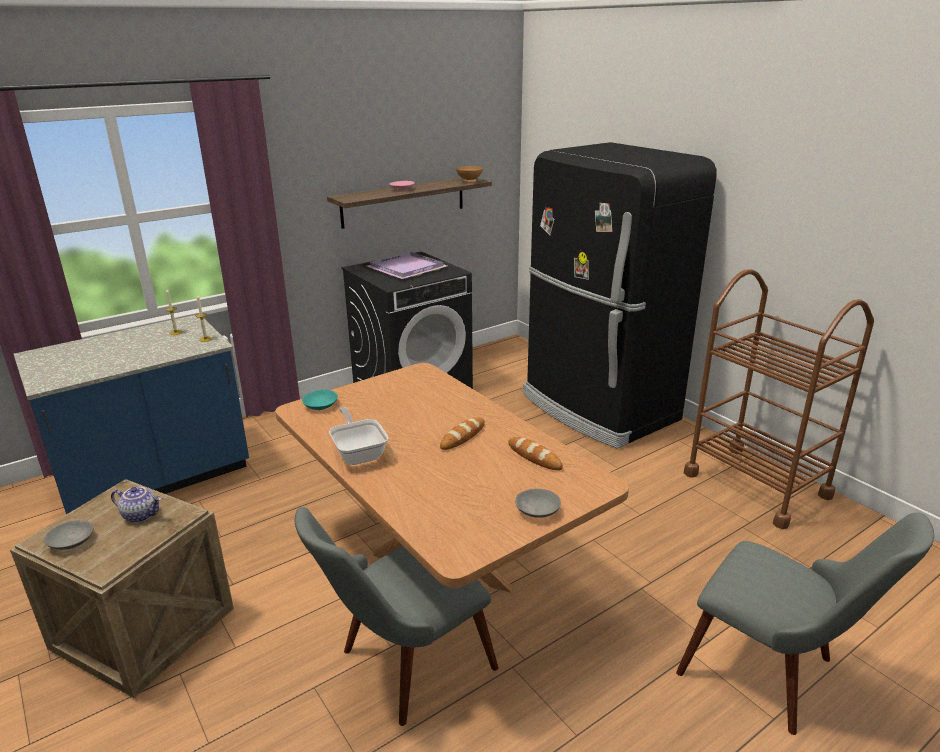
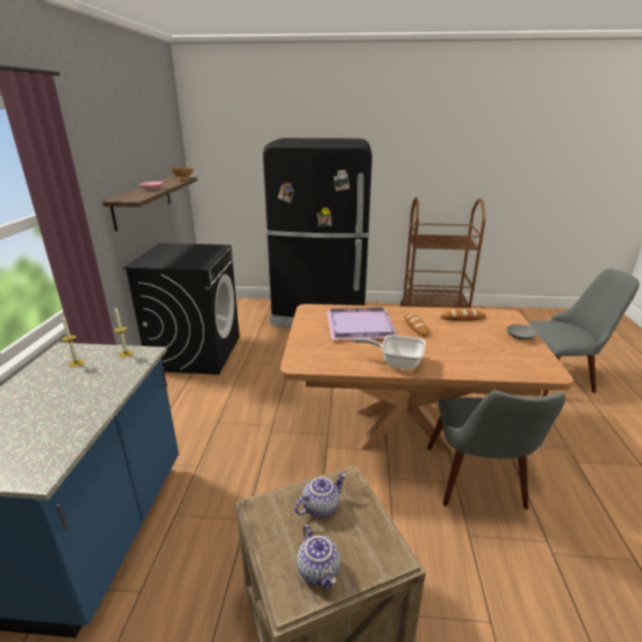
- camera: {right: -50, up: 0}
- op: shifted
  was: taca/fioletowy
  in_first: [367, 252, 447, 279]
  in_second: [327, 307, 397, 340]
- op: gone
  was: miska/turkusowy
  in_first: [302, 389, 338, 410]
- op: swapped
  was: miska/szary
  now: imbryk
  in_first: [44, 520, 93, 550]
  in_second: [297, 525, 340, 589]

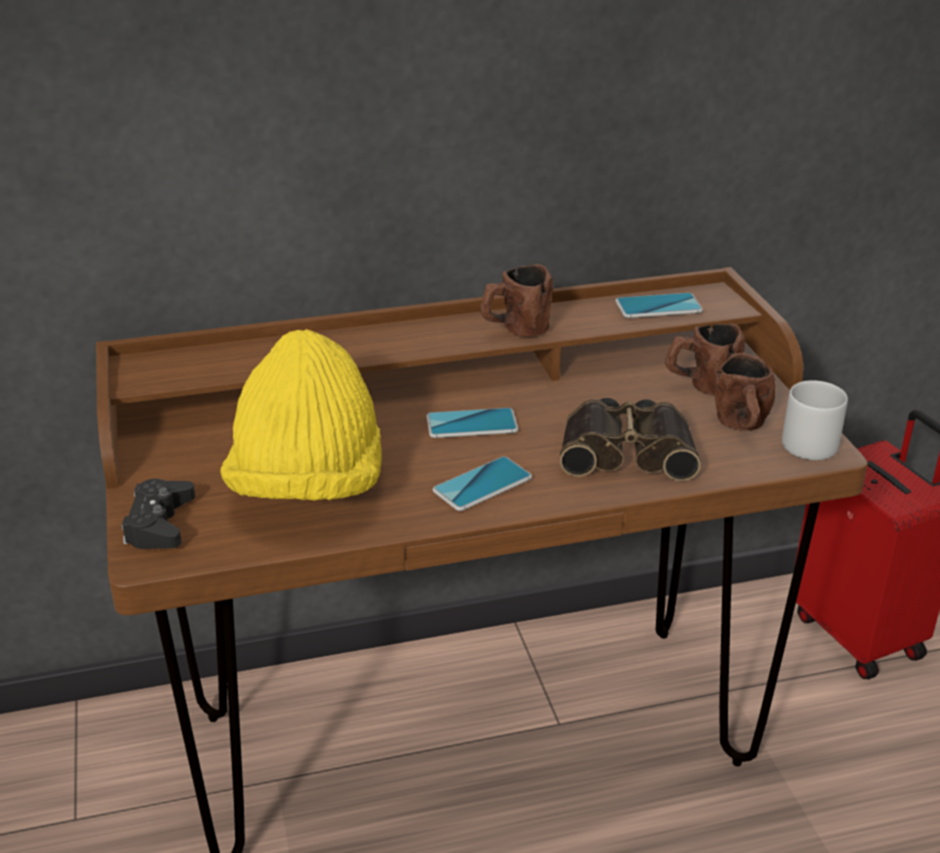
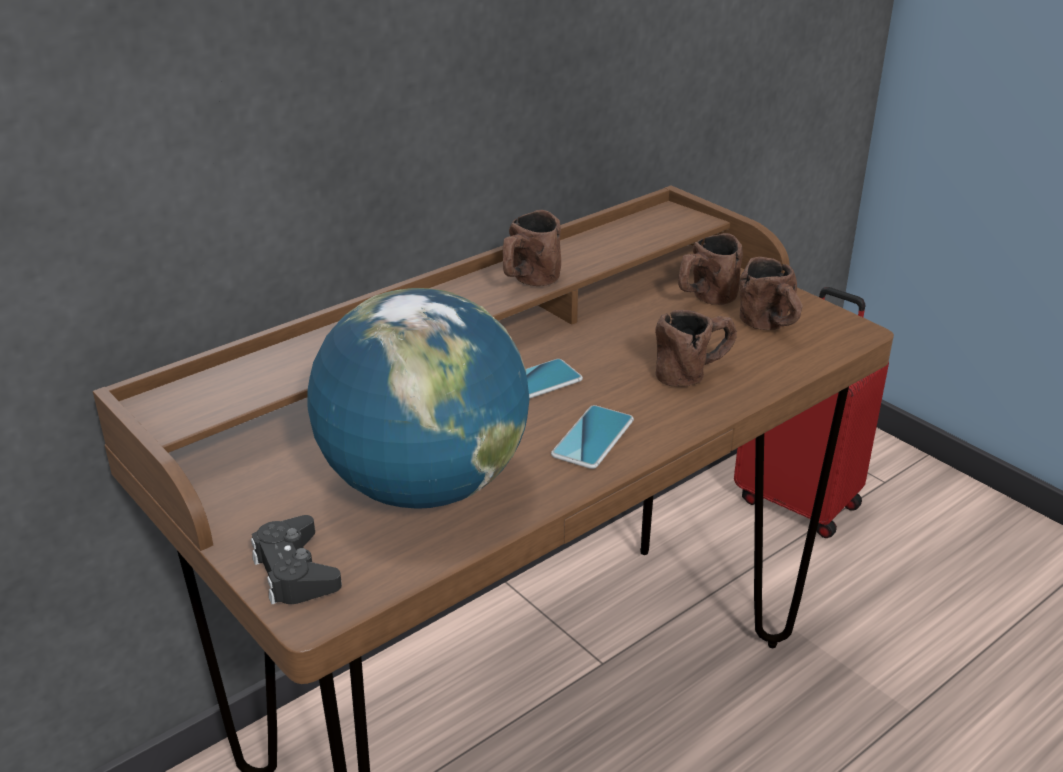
- camera: {right: -25, up: 0}
- op: gone
  was: telefon
  in_first: [615, 293, 703, 318]
- op: swapped
  was: kapelusz/żółty
  now: globus
  in_first: [220, 329, 382, 501]
  in_second: [308, 288, 530, 509]
- op: gone
  was: kubek/szary
  in_first: [782, 380, 848, 460]
- op: swapped
  was: lornetka
  now: kubek/brązowy
  in_first: [560, 398, 701, 481]
  in_second: [655, 310, 737, 387]

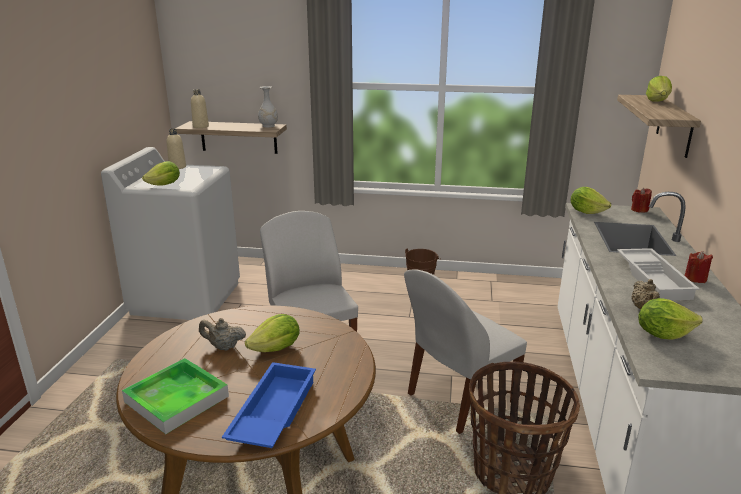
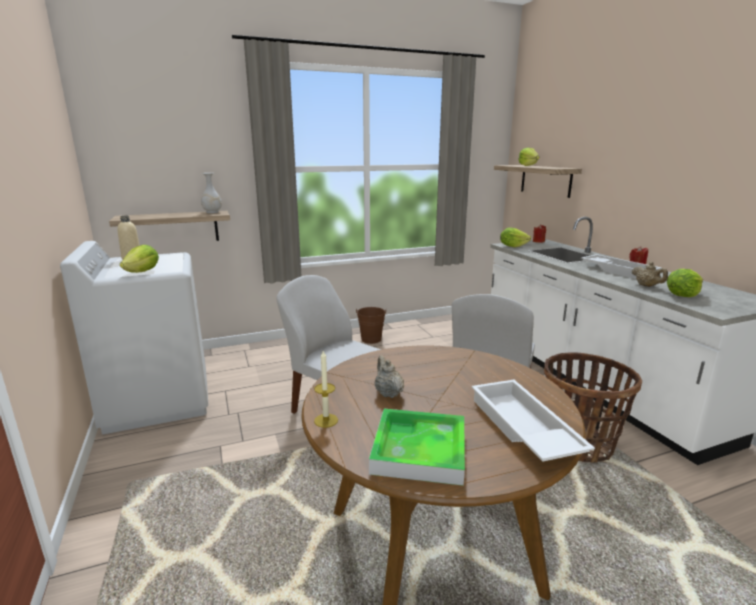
- camera: {right: -30, up: -5}
- op: gone
  was: butelka/beżowy
  in_first: [191, 89, 209, 128]
- op: gone
  was: sałata
  in_first: [245, 314, 300, 352]
- op: rotated
  was: imbryk/beżowy
  in_first: [199, 318, 246, 351]
  in_second: [374, 355, 404, 398]
  clockwise: 90
- op: repainted
  was: taca/niebieski
  now: taca/biały
  in_first: [222, 362, 316, 448]
  in_second: [471, 380, 595, 462]
- op: new
  now: świeca
  in_second: [314, 351, 338, 428]

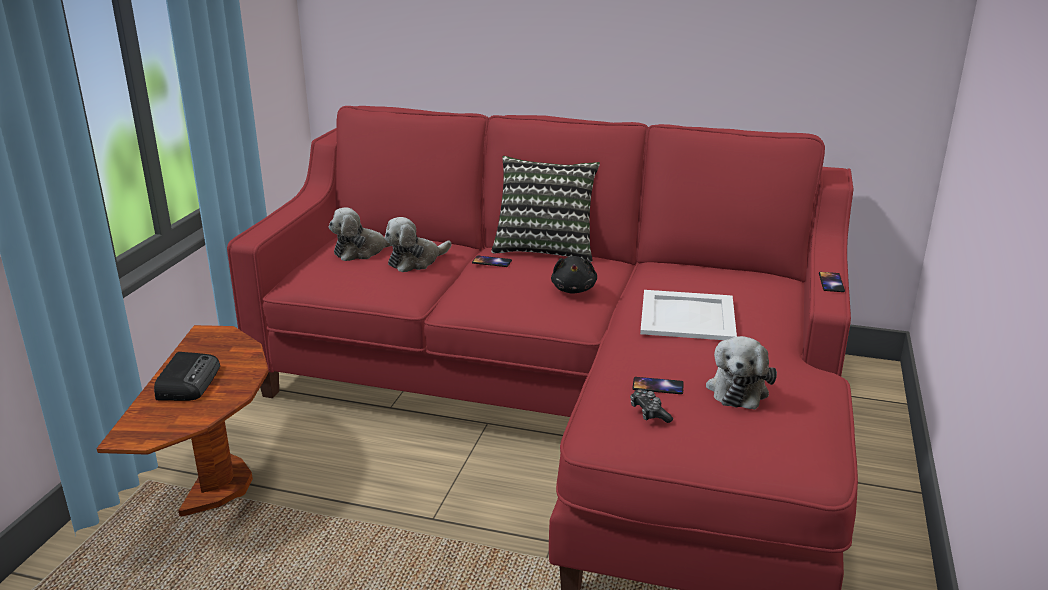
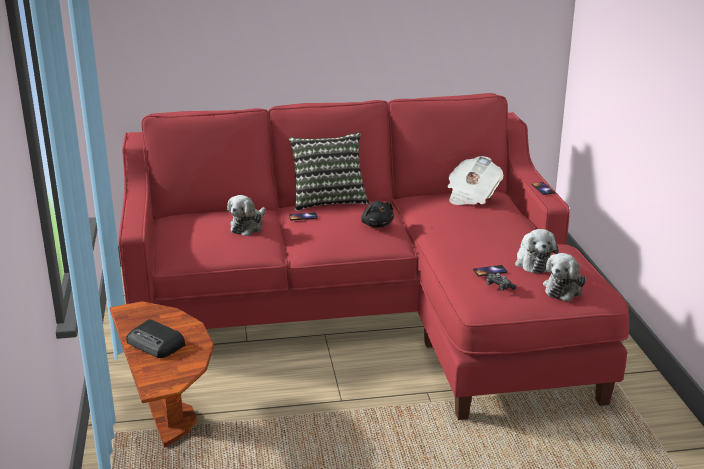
- camera: {right: -25, up: 0}
- op: shifted
  was: pluszak
  in_first: [329, 207, 392, 261]
  in_second: [543, 253, 586, 301]
- op: gone
  was: taca/biały
  in_first: [640, 290, 737, 340]
- op: rotated
  was: radio
  in_first: [154, 352, 220, 401]
  in_second: [126, 319, 185, 358]
  clockwise: 150
- op: new
  now: gazeta
  in_second: [447, 156, 504, 205]

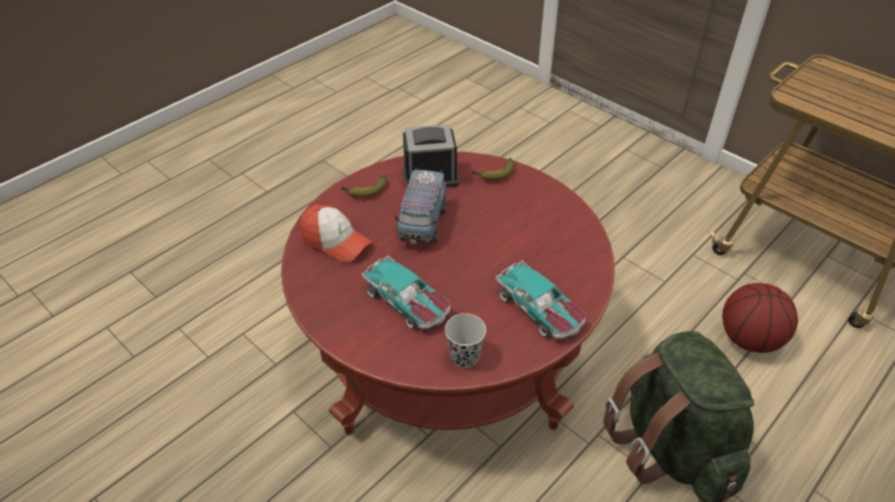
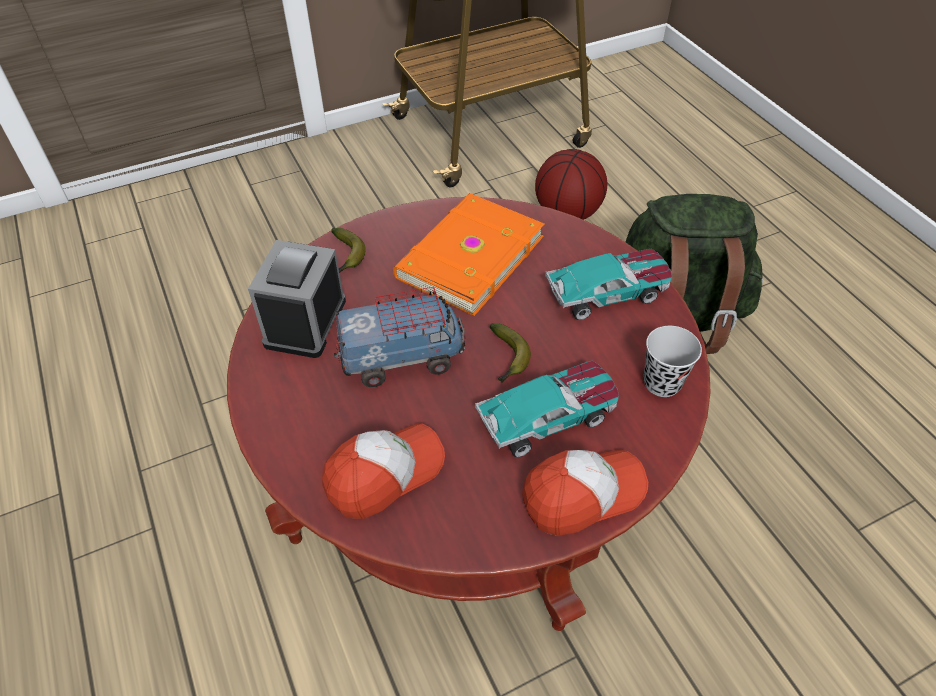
- camera: {right: -70, up: 5}
- op: rotated
  was: ciężarówka zabawkowa
  in_first: [395, 167, 447, 245]
  in_second: [334, 287, 466, 388]
  clockwise: -45
- op: shifted
  was: banan
  in_first: [341, 175, 387, 198]
  in_second: [490, 323, 531, 383]
- op: new
  now: książka/pomarańczowy
  in_second: [393, 193, 544, 316]
- op: new
  now: czapka z daszkiem
  in_second: [522, 450, 648, 536]

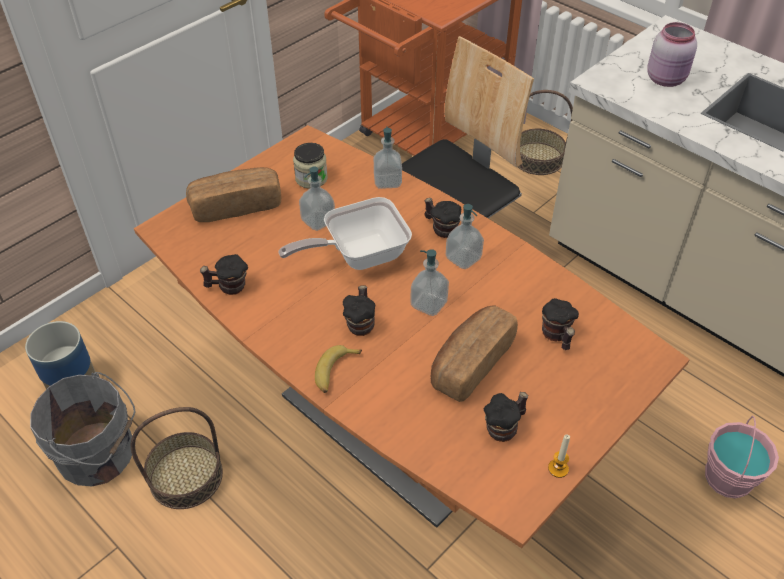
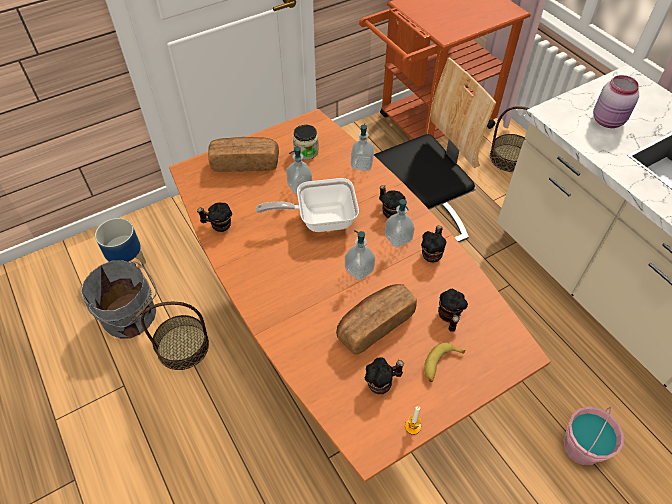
- camera: {right: 15, up: 5}
- op: shifted
  was: kubek
  in_first: [343, 286, 375, 336]
  in_second: [421, 226, 446, 263]
- op: shifted
  was: banan
  in_first: [315, 345, 362, 393]
  in_second: [424, 342, 466, 382]

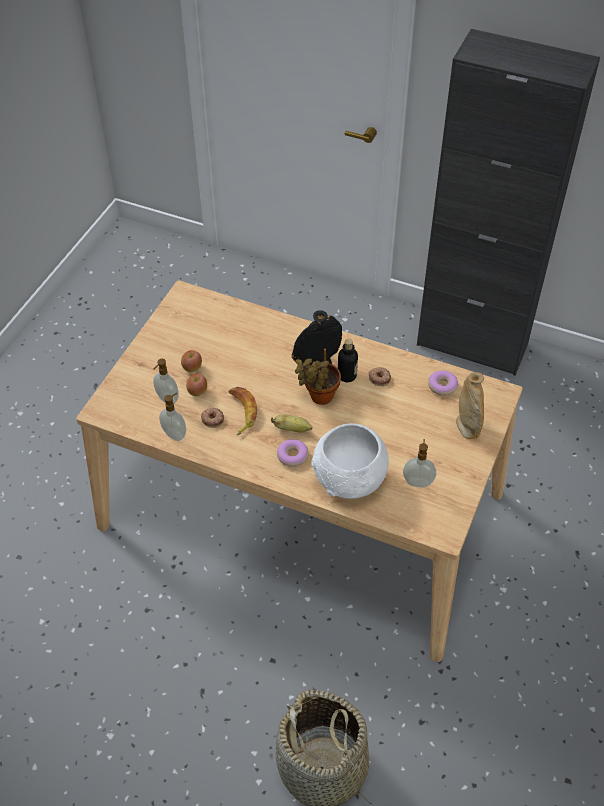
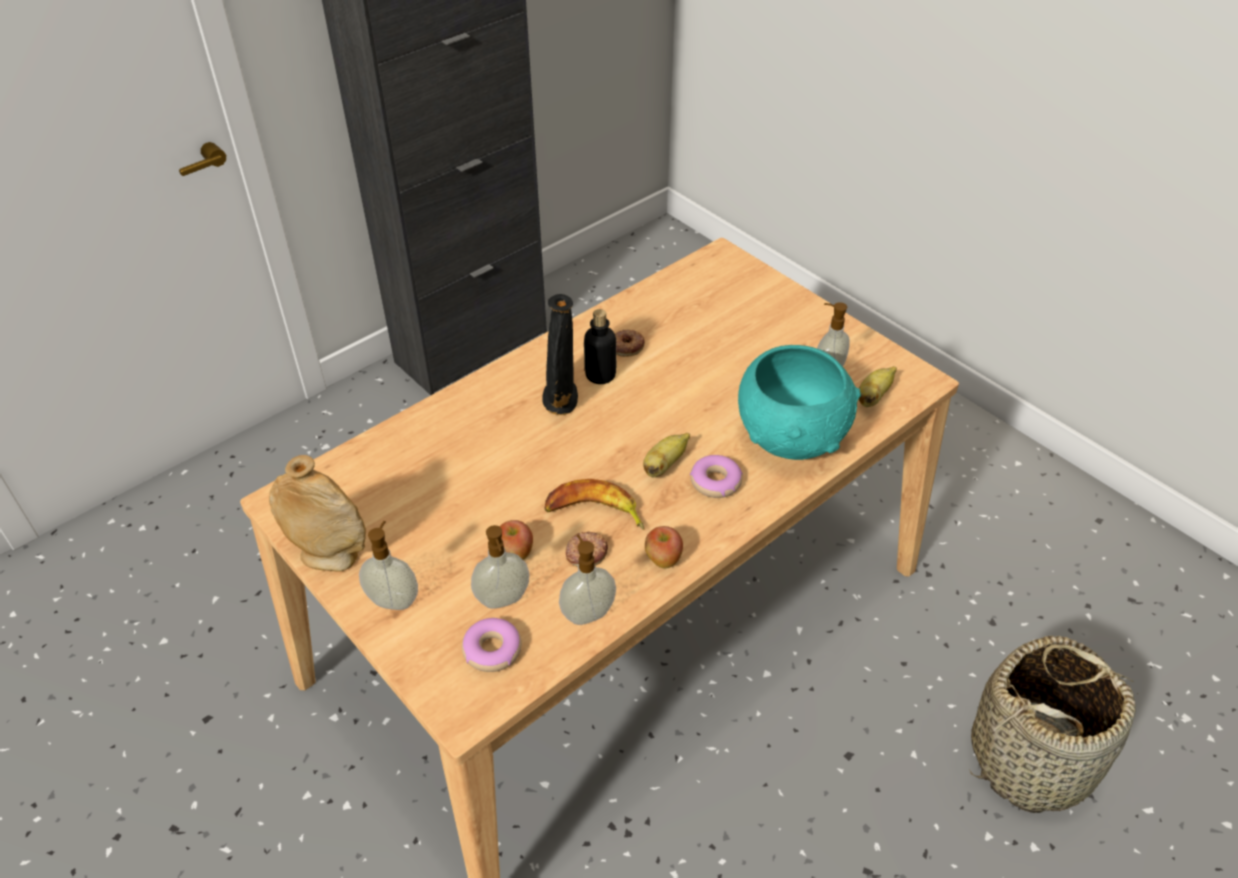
- camera: {right: -65, up: -5}
- op: gone
  was: roślina doniczkowa
  in_first: [295, 349, 341, 405]
- op: shifted
  was: jabłko
  in_first: [181, 350, 202, 372]
  in_second: [645, 526, 683, 569]
- op: shifted
  was: donut
  in_first: [428, 370, 459, 396]
  in_second: [462, 618, 522, 672]
- op: shifted
  was: wazon/beżowy
  in_first: [456, 372, 484, 439]
  in_second: [269, 455, 366, 572]
- op: repainted
  was: miska/biały
  now: miska/turkusowy
  in_first: [311, 423, 389, 499]
  in_second: [738, 345, 861, 460]
- op: new
  now: banan
  in_second: [859, 366, 897, 407]
- op: new
  now: dozownik mydła
  in_second: [359, 521, 418, 610]

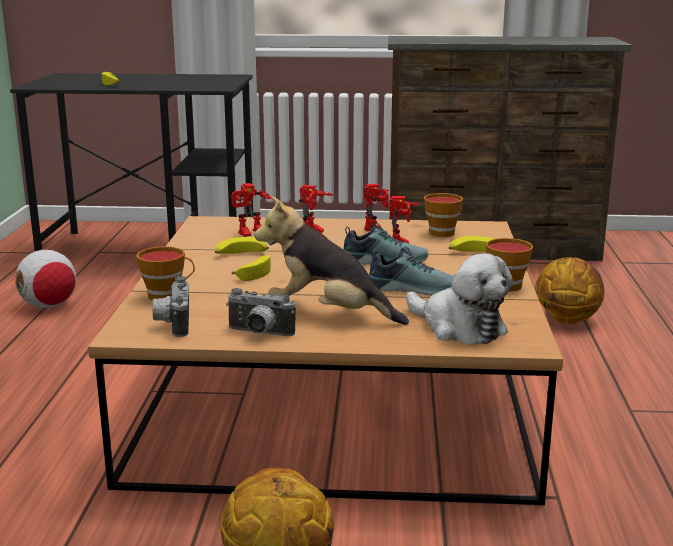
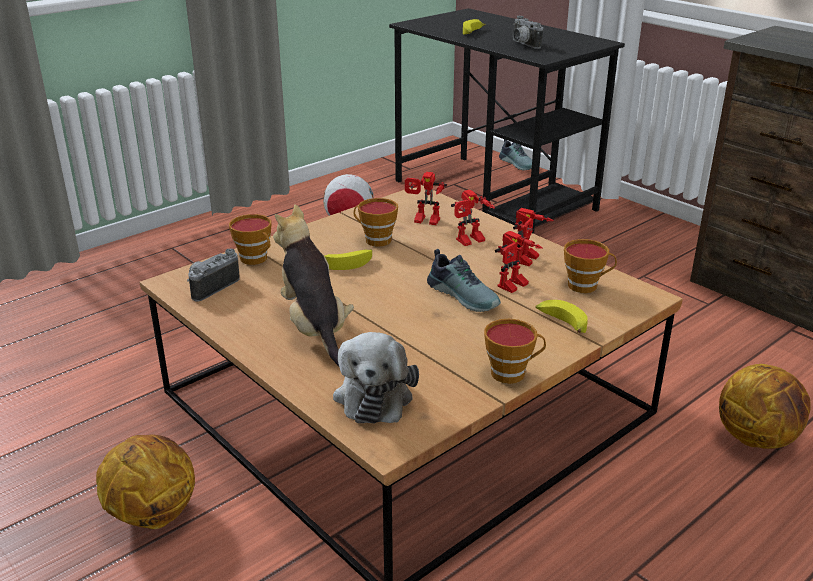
- camera: {right: 45, up: 10}
- op: swapped
  was: banan
  now: filiżanka
  in_first: [215, 237, 269, 254]
  in_second: [354, 198, 398, 247]
- op: shifted
  was: but
  in_first: [369, 246, 454, 296]
  in_second: [499, 139, 532, 170]
- op: shifted
  was: aparat fotograficzny
  in_first: [226, 288, 296, 336]
  in_second: [513, 16, 543, 49]

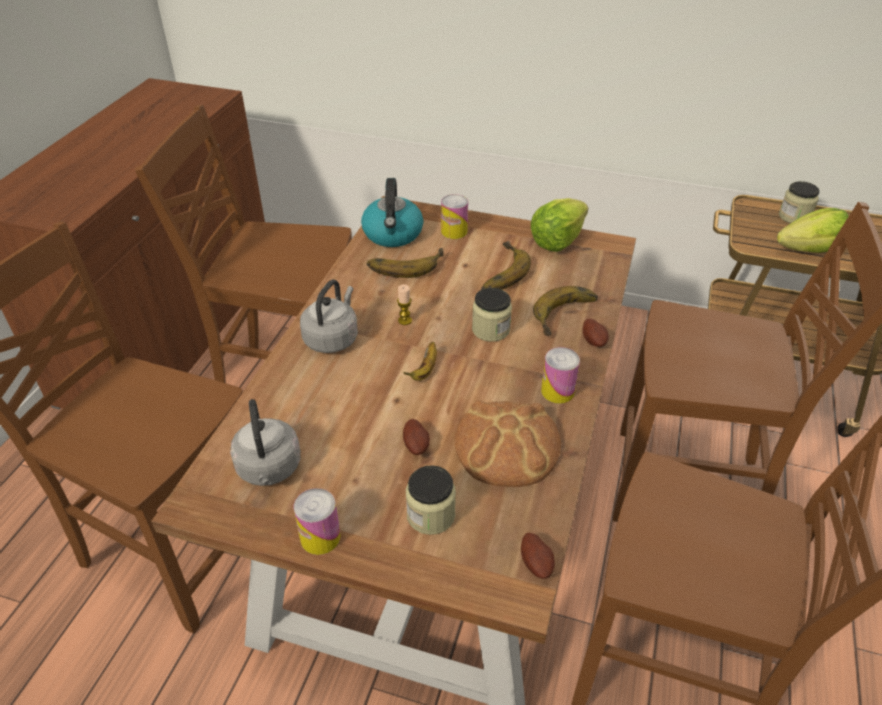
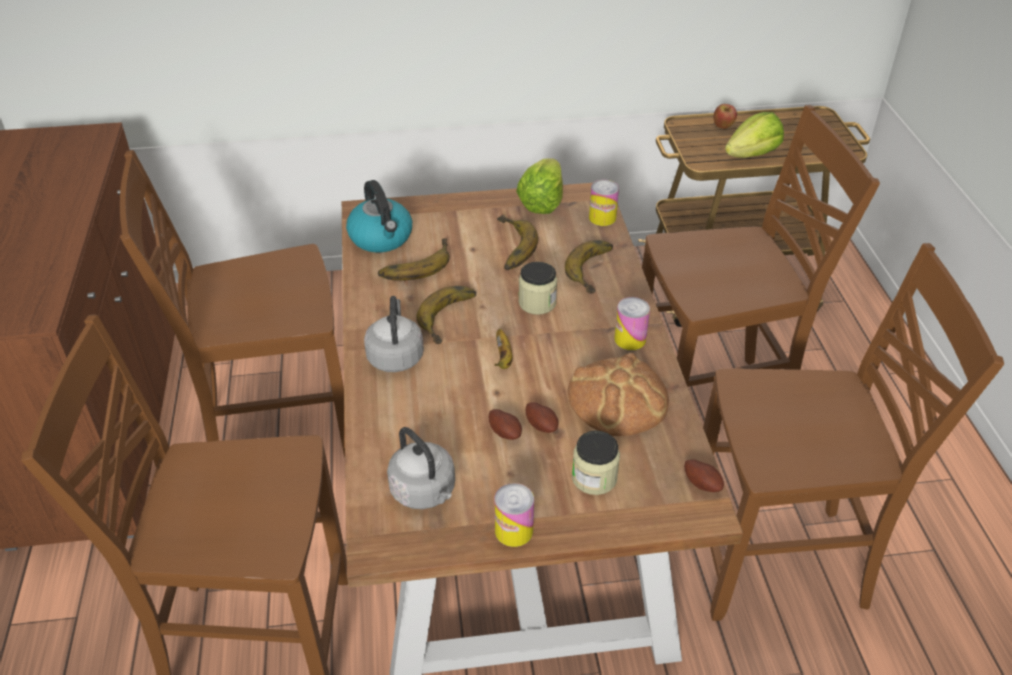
- camera: {right: -25, up: 0}
- op: swapped
  was: słoik
  now: jabłko
  in_first: [779, 181, 819, 223]
  in_second: [714, 104, 737, 129]
- op: shifted
  was: puszka
  in_first: [441, 194, 468, 239]
  in_second: [589, 180, 619, 226]
- op: swapped
  was: świeca
  now: banan
  in_first: [397, 284, 412, 325]
  in_second: [416, 286, 476, 344]
- op: shifted
  was: ziemniak
  in_first: [583, 319, 609, 347]
  in_second: [489, 409, 522, 440]

